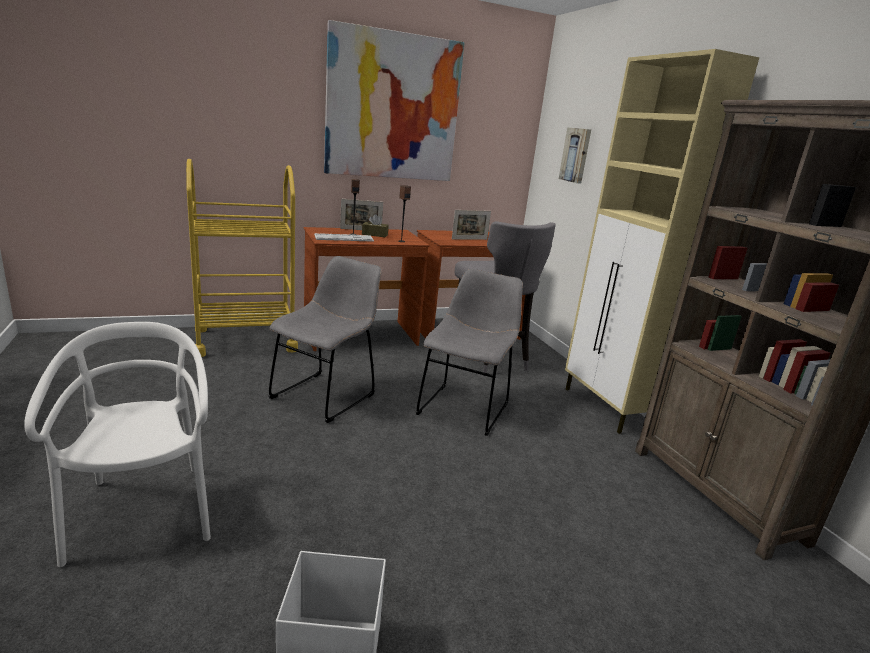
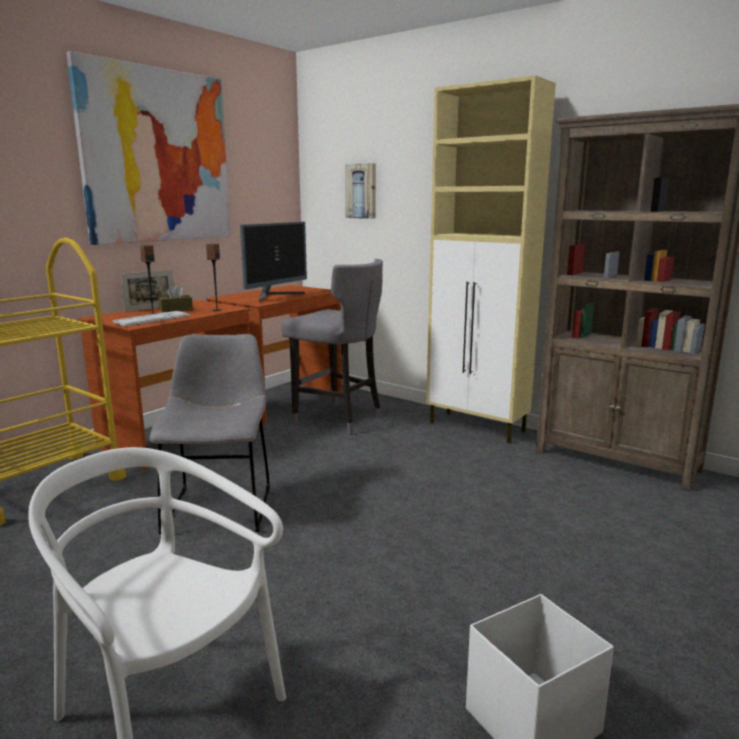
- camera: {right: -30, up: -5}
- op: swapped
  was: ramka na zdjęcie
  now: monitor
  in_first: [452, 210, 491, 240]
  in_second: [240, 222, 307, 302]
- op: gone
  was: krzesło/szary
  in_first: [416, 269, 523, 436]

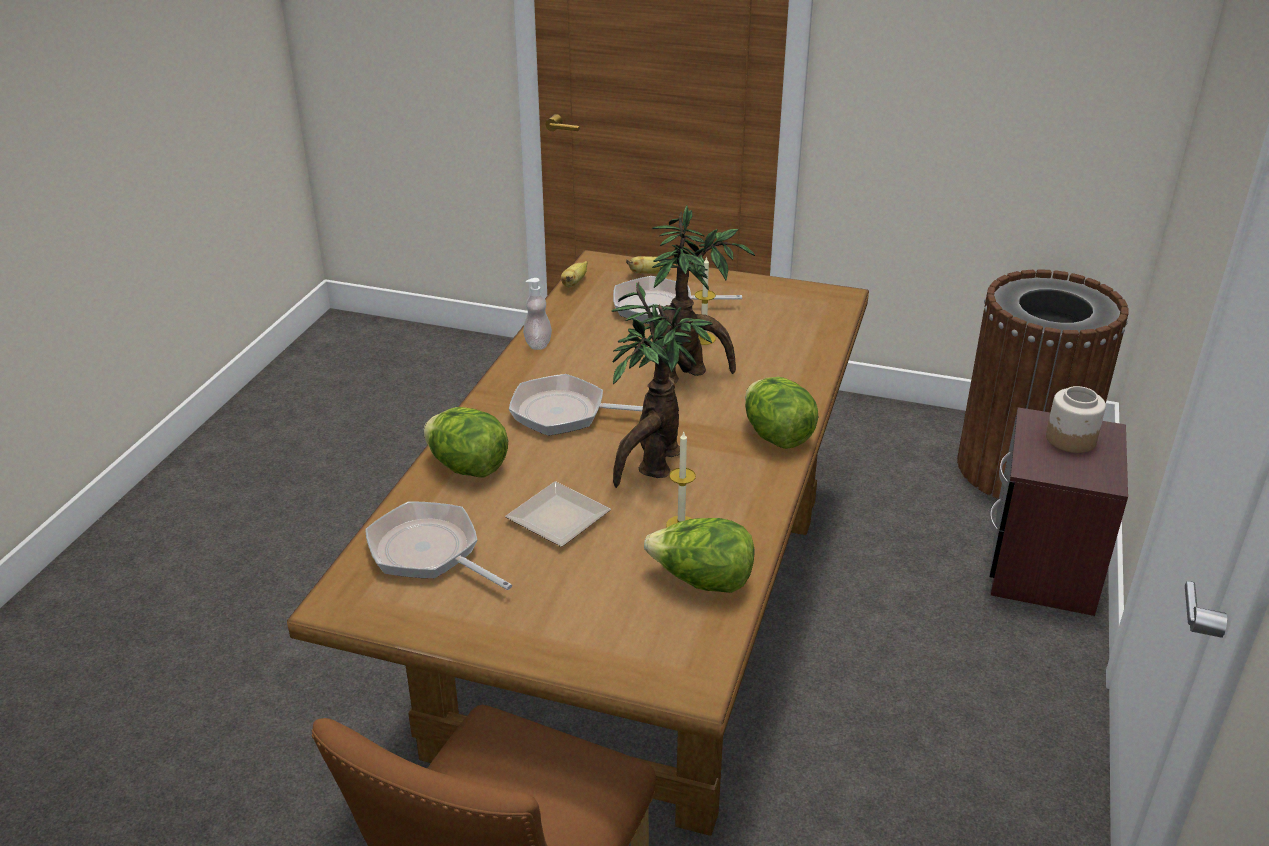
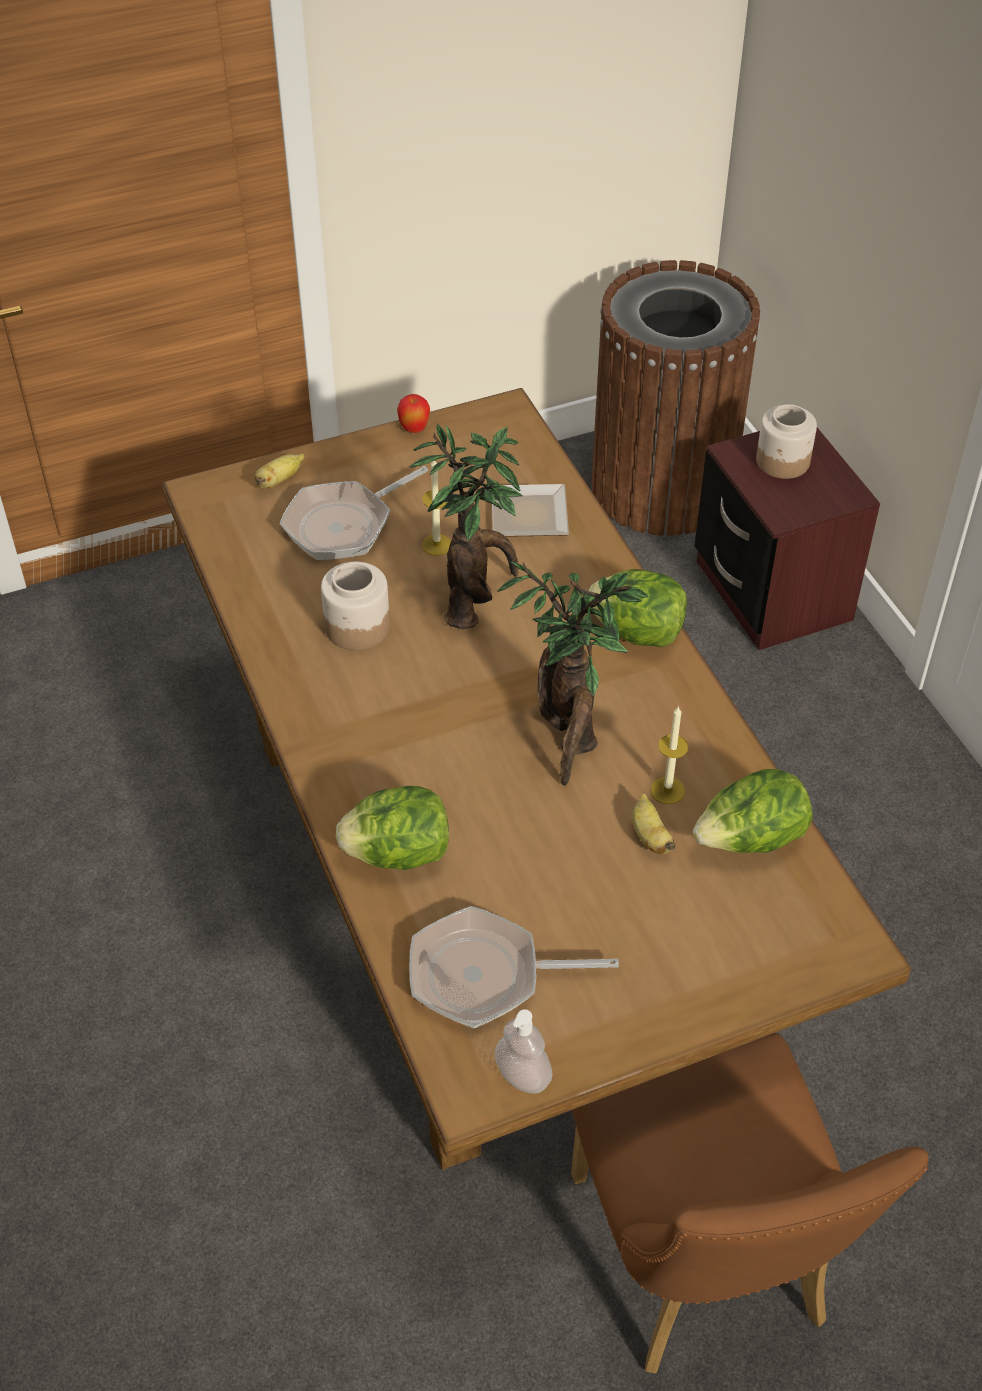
- camera: {right: -40, up: 15}
- op: shifted
  was: banan
  in_first: [561, 261, 588, 288]
  in_second: [632, 793, 676, 854]
- op: shifted
  was: dozownik mydła
  in_first: [523, 278, 552, 350]
  in_second: [495, 1009, 552, 1094]
- op: gone
  was: patelnia
  in_first: [509, 374, 643, 436]
- op: shifted
  was: talerz
  in_first: [505, 482, 611, 547]
  in_second: [492, 484, 569, 537]
- op: new
  now: jabłko
  in_second: [397, 394, 430, 433]
- op: new
  now: słoik
  in_second: [321, 562, 390, 651]

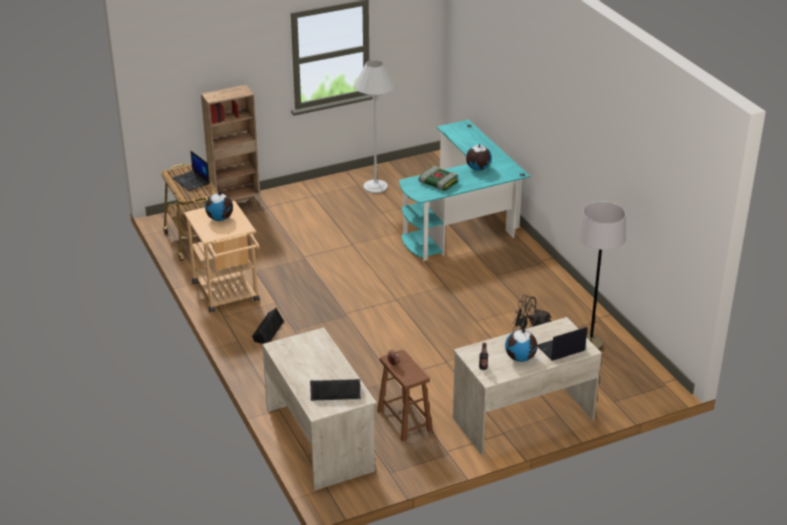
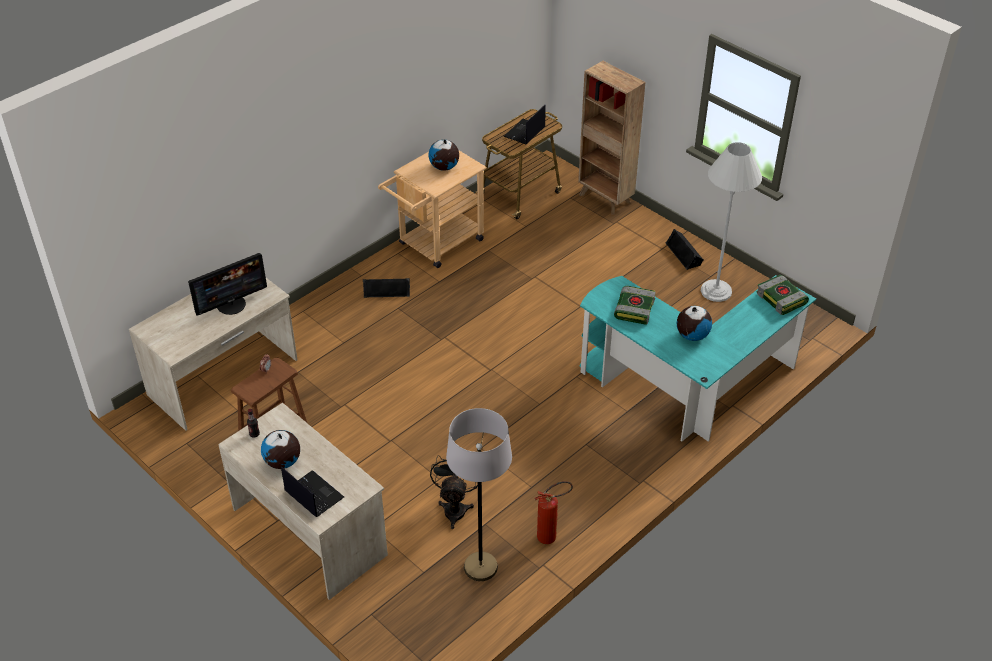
- camera: {right: 70, up: 10}
- op: shifted
  was: głośnik/czarny
  in_first: [310, 379, 361, 401]
  in_second: [665, 229, 704, 270]
- op: new
  now: monitor
  in_second: [188, 253, 267, 316]
- op: new
  now: książka
  in_second: [757, 275, 809, 315]
- op: new
  now: gaśnica
  in_second: [535, 481, 573, 544]

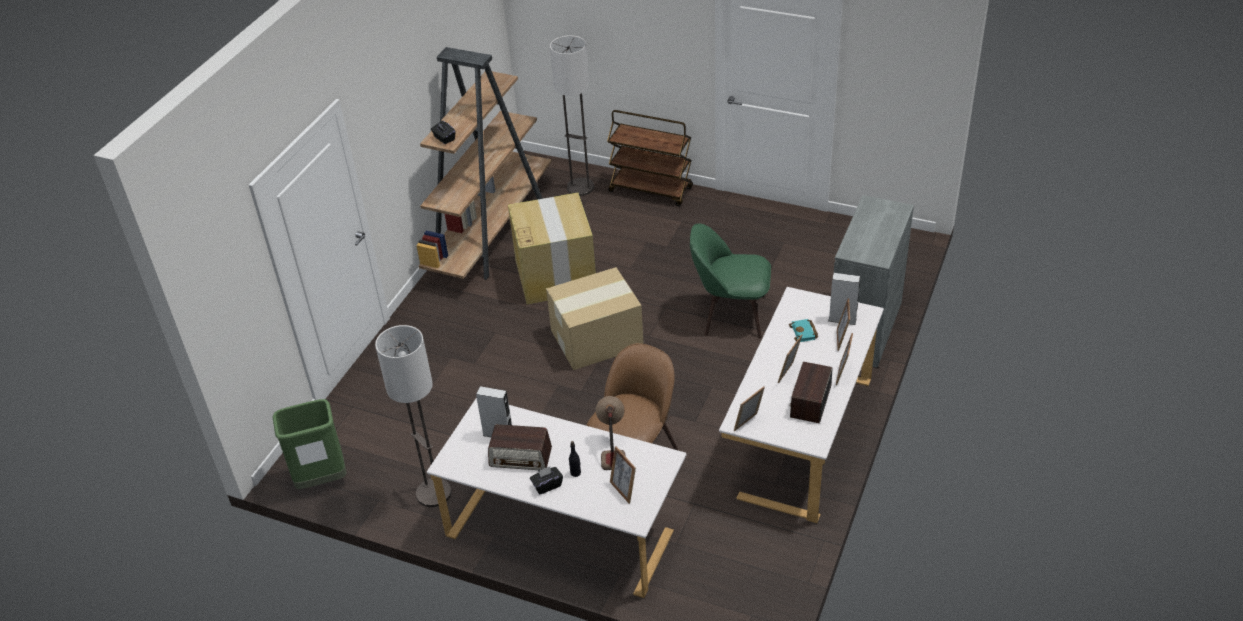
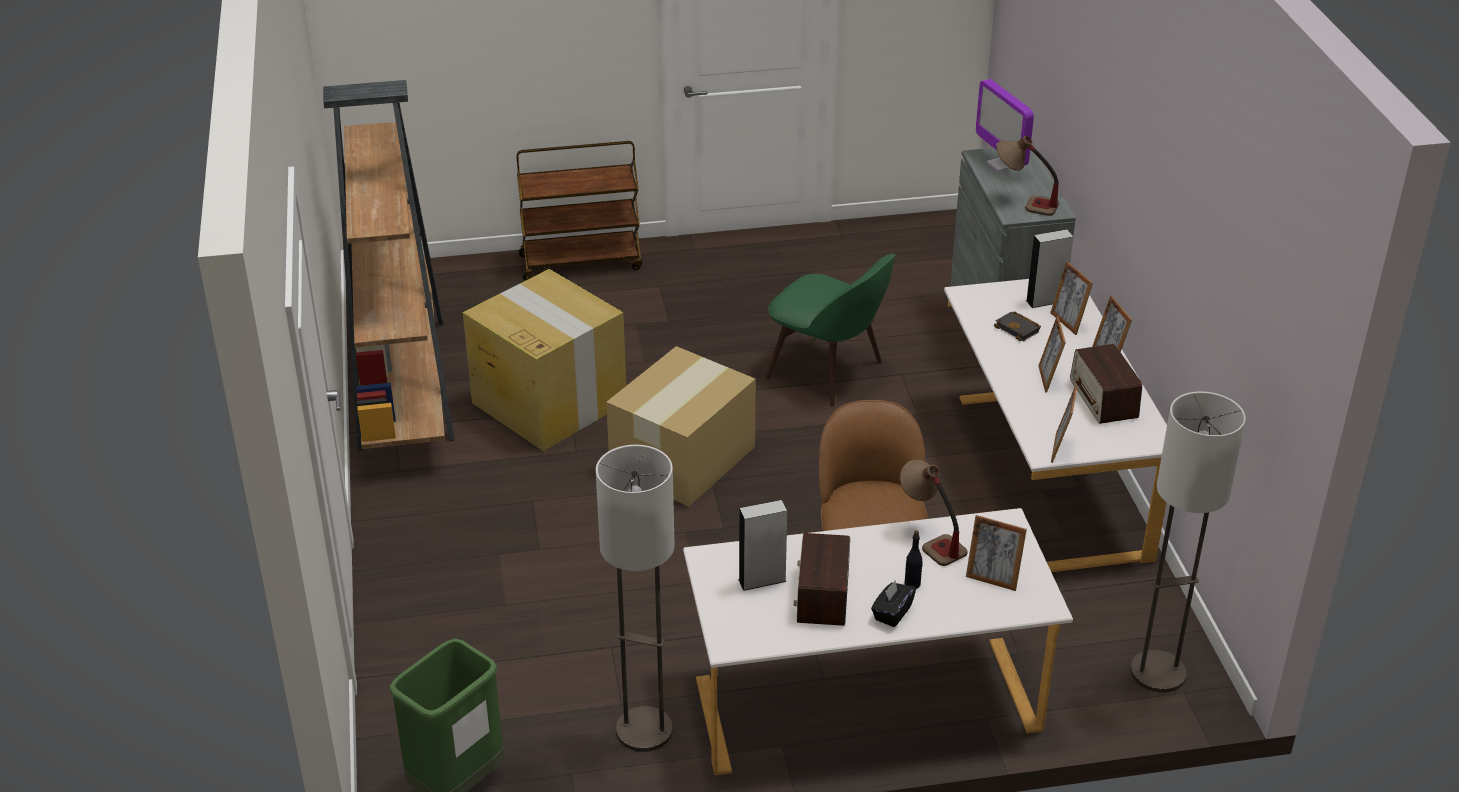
- camera: {right: -35, up: -5}
- op: shifted
  was: lampa stojąca
  in_first: [550, 35, 594, 196]
  in_second: [1130, 391, 1246, 693]
- op: gone
  was: pudełko chusteczek/czarny
  in_first: [431, 121, 455, 144]
- op: rotated
  was: krzesło/zielony
  in_first: [690, 224, 771, 338]
  in_second: [765, 253, 896, 407]
  clockwise: -120
- op: repainted
  was: książka/turkusowy
  now: książka/czarny
  in_first: [789, 319, 818, 342]
  in_second: [994, 311, 1041, 341]
- op: rotated
  was: radio
  in_first: [488, 424, 552, 470]
  in_second: [794, 533, 850, 626]
  clockwise: 120
- op: new
  now: monitor
  in_second: [976, 79, 1034, 171]
- op: new
  now: lampa stołowa
  in_second: [996, 136, 1059, 216]

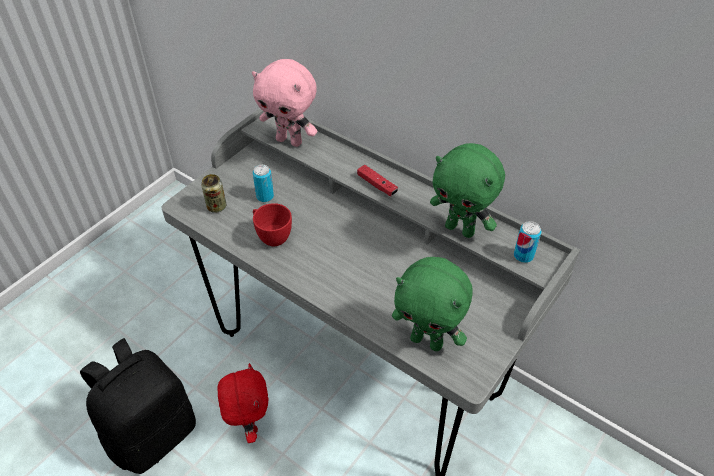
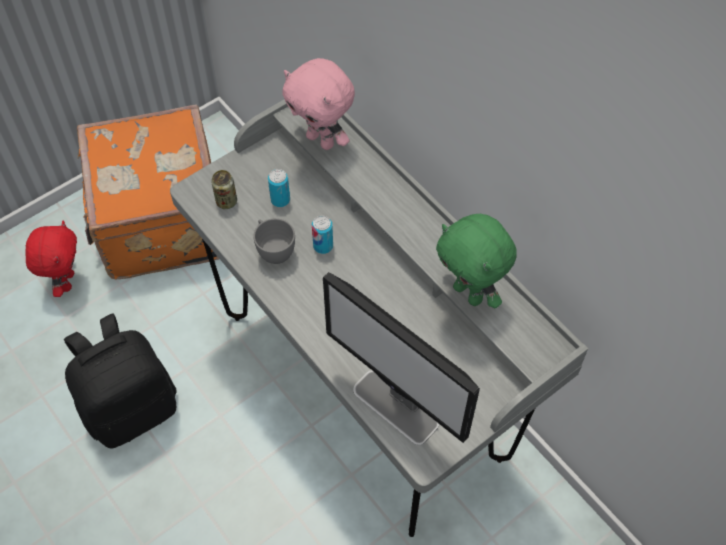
- camera: {right: 15, up: 10}
- op: gone
  was: pad do gier/czerwony
  in_first: [357, 165, 398, 196]
- op: repainted
  was: filiżanka/czerwony
  now: filiżanka/szary
  in_first: [253, 203, 292, 246]
  in_second: [253, 218, 295, 264]
- op: shifted
  was: puszka
  in_first: [514, 221, 542, 263]
  in_second: [312, 215, 333, 254]
- op: swapped
  was: pluszak/zielony
  now: monitor
  in_first: [392, 257, 473, 351]
  in_second: [323, 272, 480, 445]
- op: shifted
  was: pluszak/czerwony
  in_first: [218, 363, 269, 443]
  in_second: [25, 221, 77, 297]
- op: new
  now: walizka/pomarańczowy
  in_second: [77, 104, 219, 279]

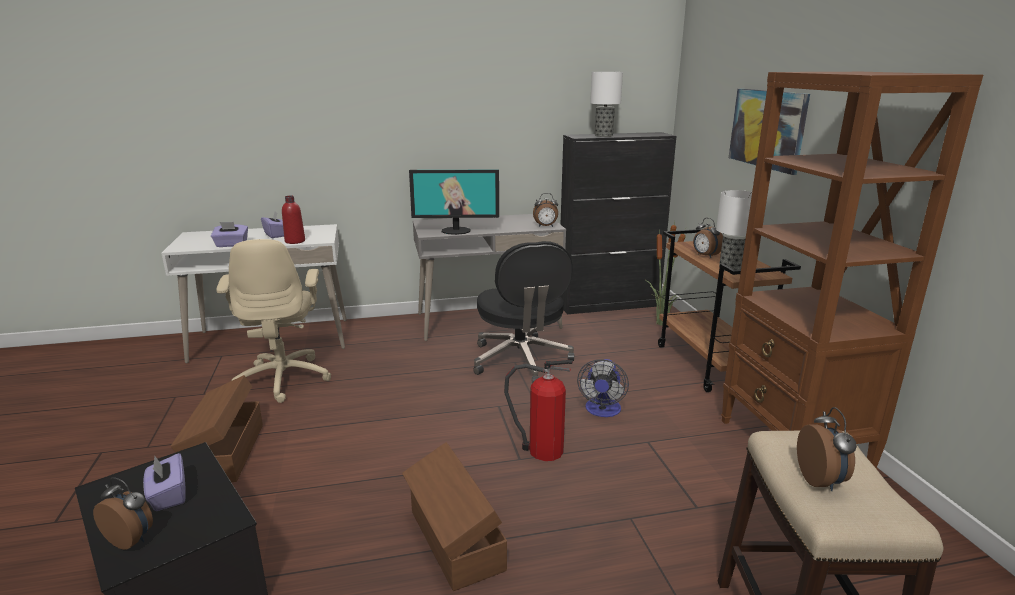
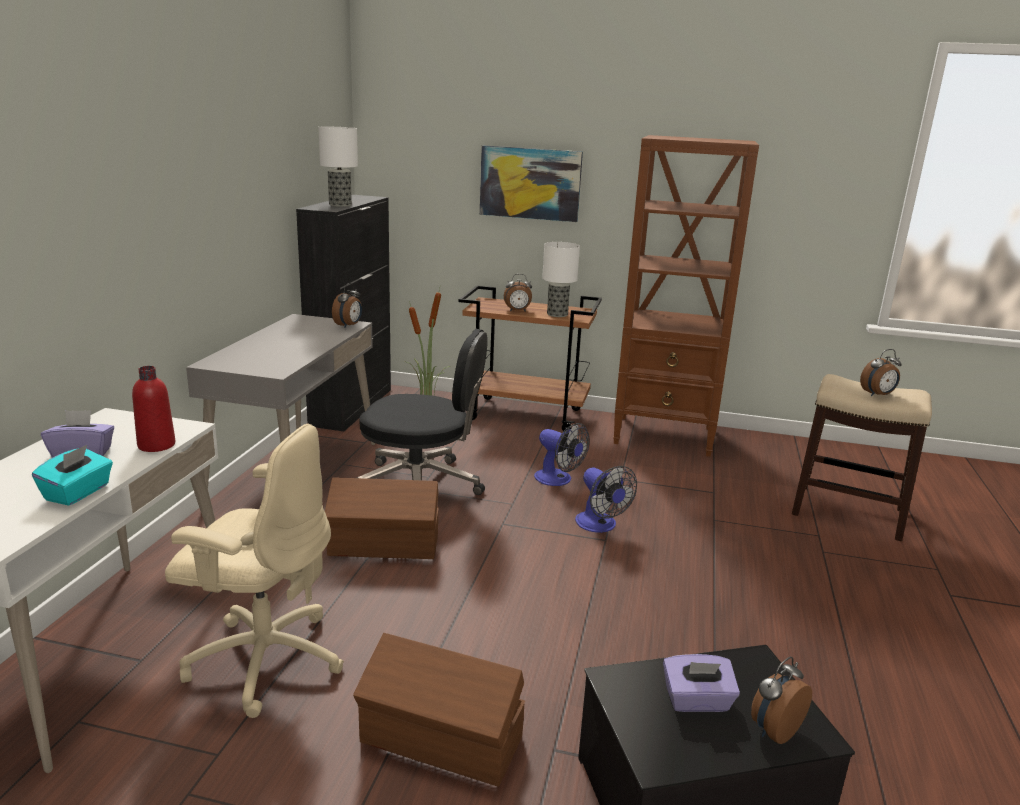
- camera: {right: -65, up: 0}
- op: gone
  was: monitor
  in_first: [409, 169, 499, 235]
- op: repainted
  was: pudełko chusteczek/fioletowy
  now: pudełko chusteczek/turkusowy
  in_first: [211, 222, 248, 247]
  in_second: [32, 445, 113, 506]
- op: swapped
  was: gaśnica
  now: wentylator
  in_first: [504, 360, 573, 461]
  in_second: [575, 466, 637, 533]
- op: rotated
  was: budzik
  in_first: [797, 407, 857, 491]
  in_second: [860, 349, 902, 396]
  clockwise: 135
- op: shifted
  was: pojemnik do przechowywania/brązowy
  in_first: [402, 442, 507, 591]
  in_second: [325, 478, 439, 559]

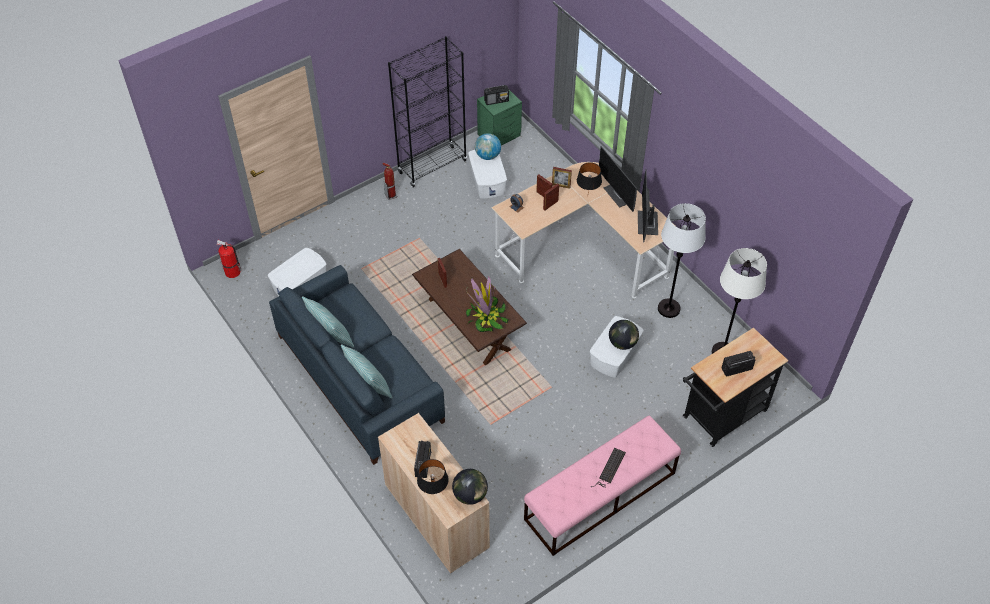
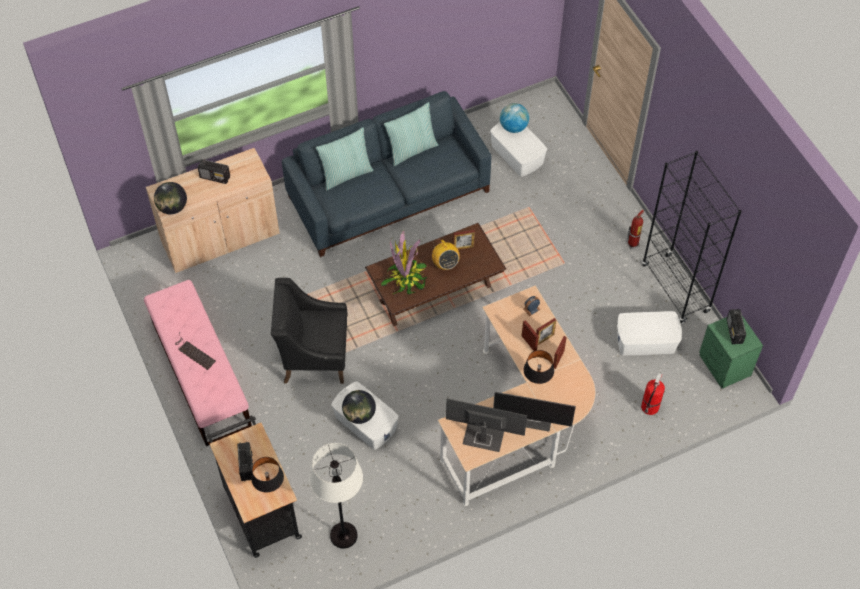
- camera: {right: 100, up: 5}
- op: shifted
  was: globus
  in_first: [475, 133, 501, 160]
  in_second: [500, 103, 529, 133]
- op: rotated
  was: monitor
  in_first: [599, 146, 637, 212]
  in_second: [493, 392, 576, 431]
  clockwise: -150
- op: gone
  was: lampa stojąca/biały
  in_first: [658, 203, 706, 318]
- op: shifted
  was: gaśnica
  in_first: [216, 240, 242, 278]
  in_second: [641, 373, 665, 415]
- op: shifted
  was: lampa stołowa/czarny
  in_first: [417, 459, 449, 494]
  in_second: [251, 457, 284, 492]
- op: new
  now: radio
  in_second: [432, 240, 460, 270]
- op: new
  now: fotel/czarny
  in_second: [271, 278, 348, 384]

